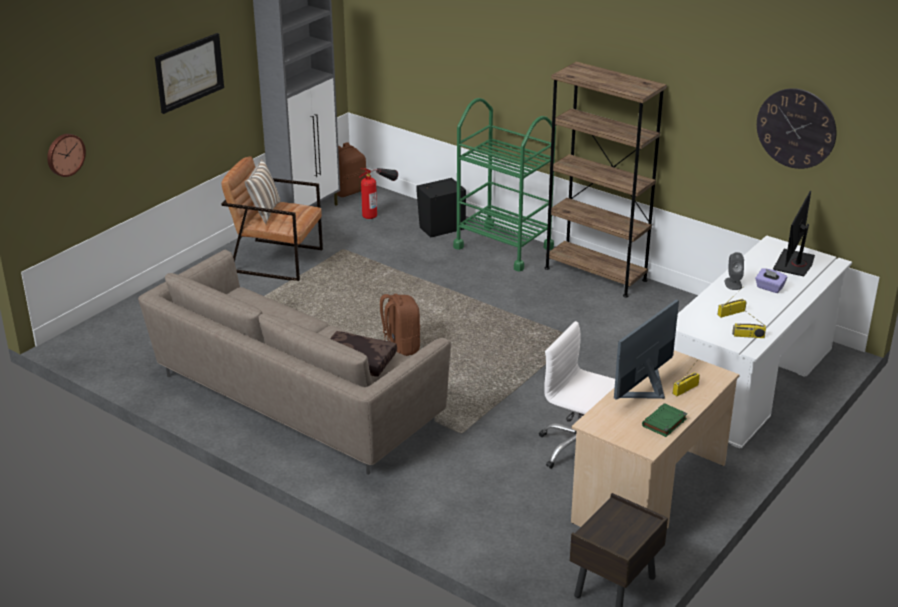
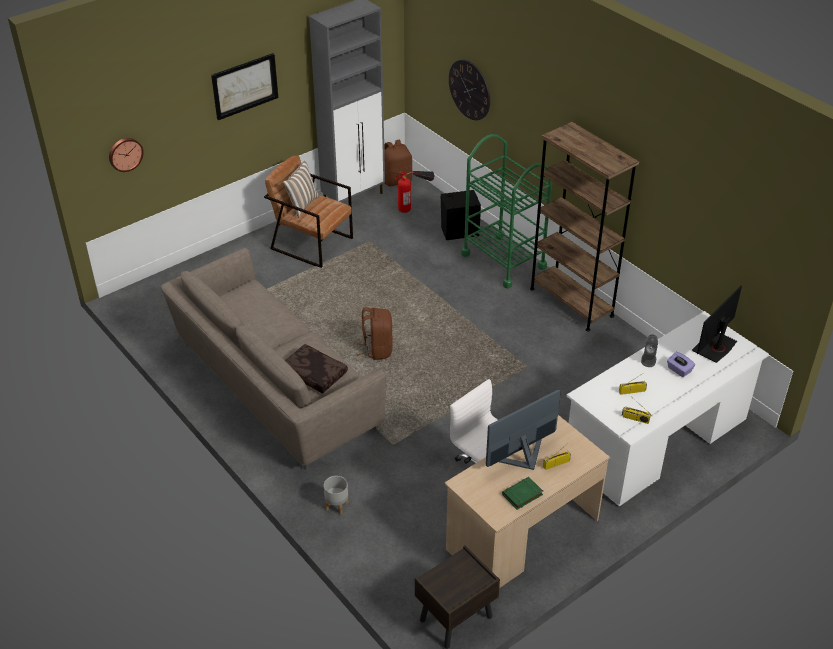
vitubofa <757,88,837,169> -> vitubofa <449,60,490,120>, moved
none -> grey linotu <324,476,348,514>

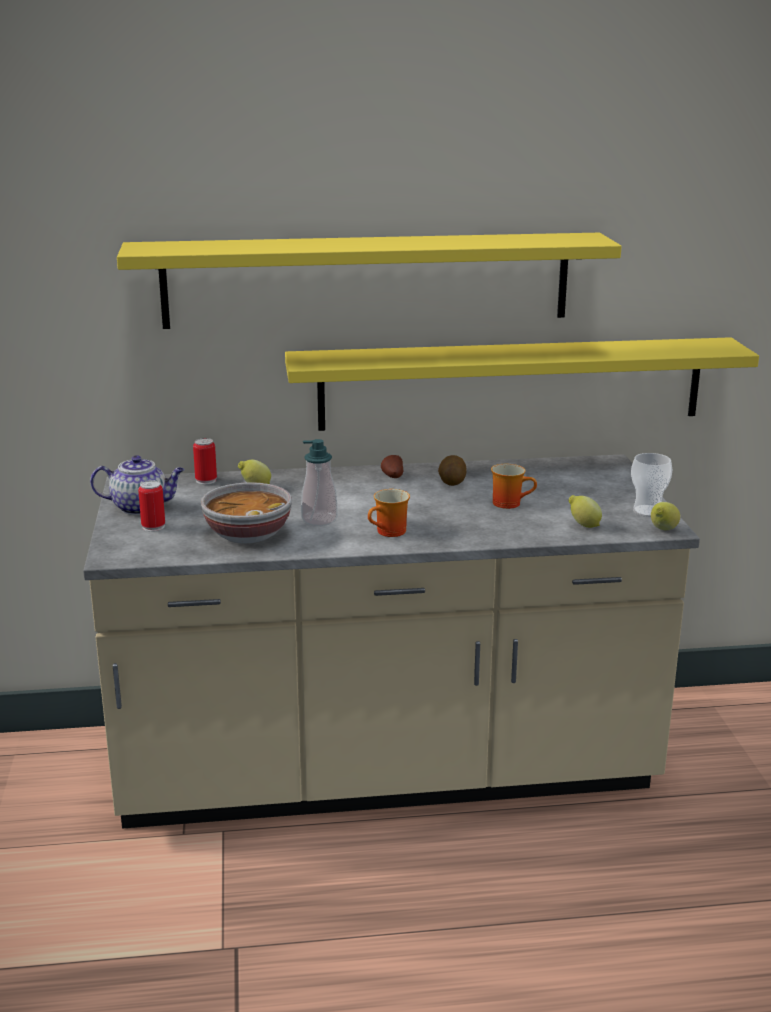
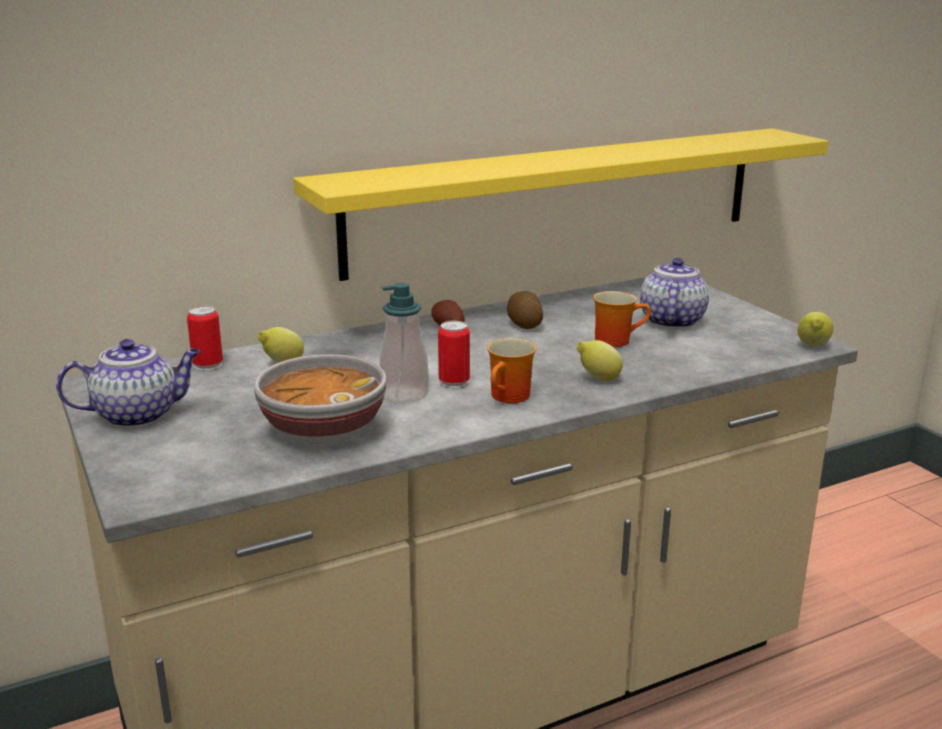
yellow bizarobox <117,233,622,329> -> none
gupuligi <138,481,165,532> -> gupuligi <438,321,470,388>, moved
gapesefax <568,495,602,528> -> gapesefax <577,340,623,381>, moved
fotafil <631,453,672,517> -> none
none -> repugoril <640,258,709,329>

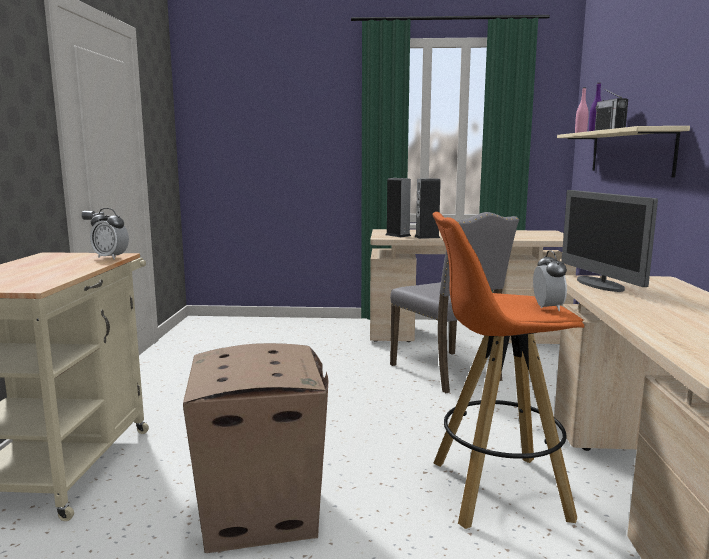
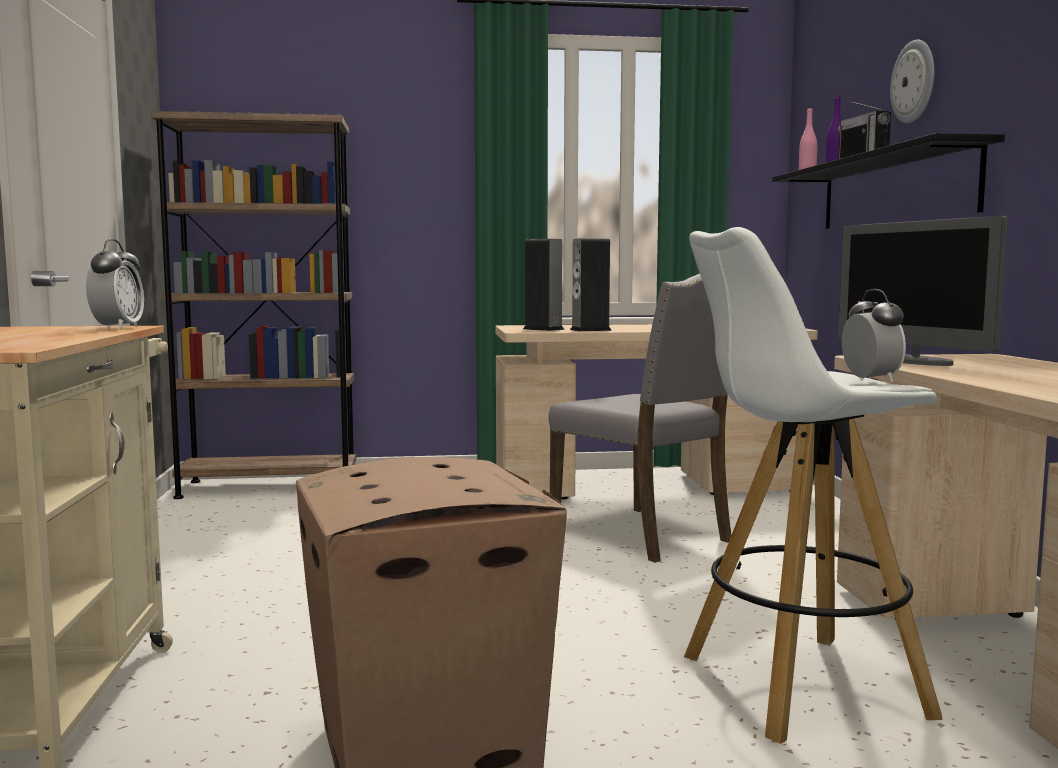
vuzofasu <90,208,129,260> -> vuzofasu <86,239,144,329>, 105 degrees counterclockwise
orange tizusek <433,212,585,529> -> white tizusek <684,227,943,744>
beige bizarobox <557,126,690,178> -> black bizarobox <772,133,1005,229>
none -> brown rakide <151,111,356,499>
none -> vitubofa <890,40,934,124>

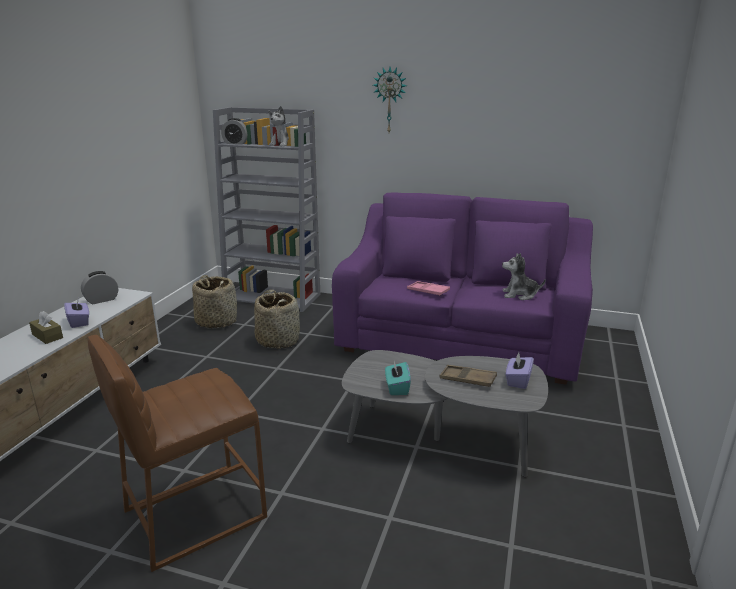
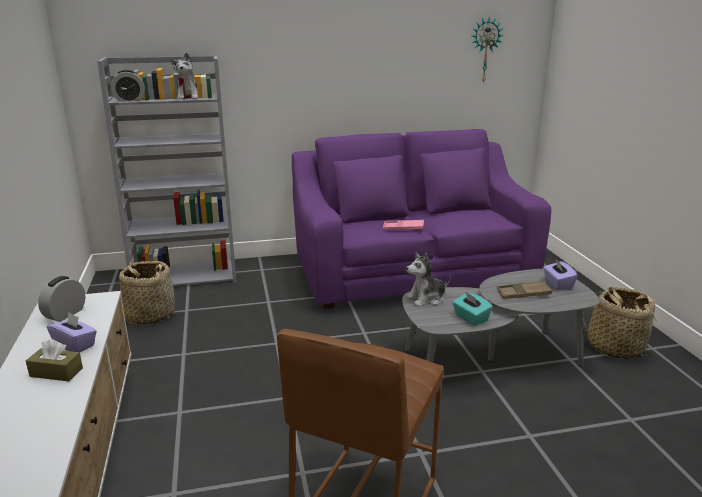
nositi <254,290,300,349> -> nositi <583,287,657,359>, moved
vitubofa <373,67,407,132> -> vitubofa <472,17,504,84>, moved
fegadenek <502,253,546,300> -> fegadenek <405,252,451,307>, moved

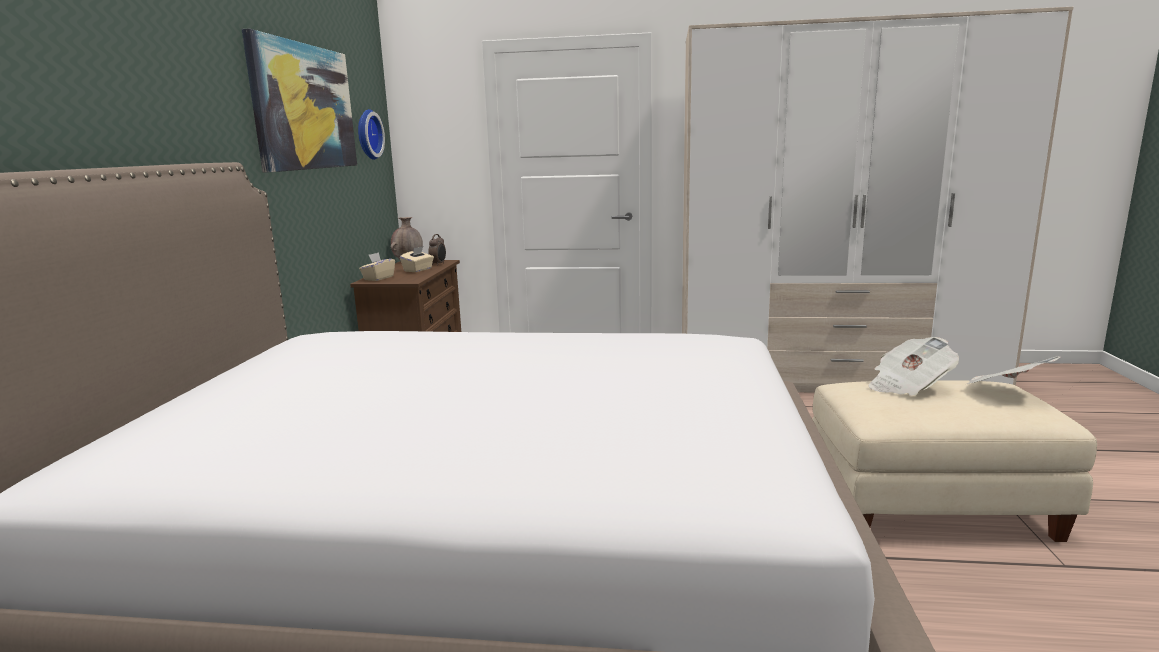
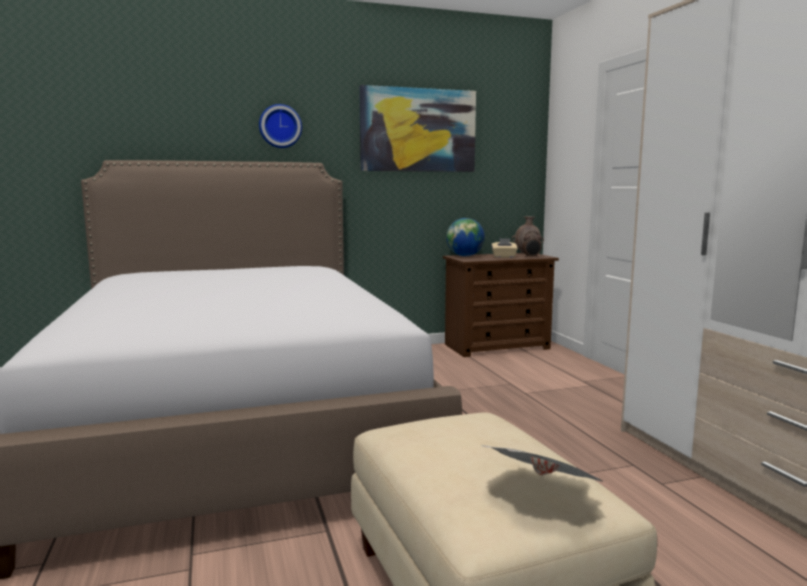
vitubofa <358,109,385,160> -> vitubofa <259,104,302,148>, moved
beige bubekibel <359,252,395,281> -> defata <446,218,485,256>
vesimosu <868,337,959,396> -> none

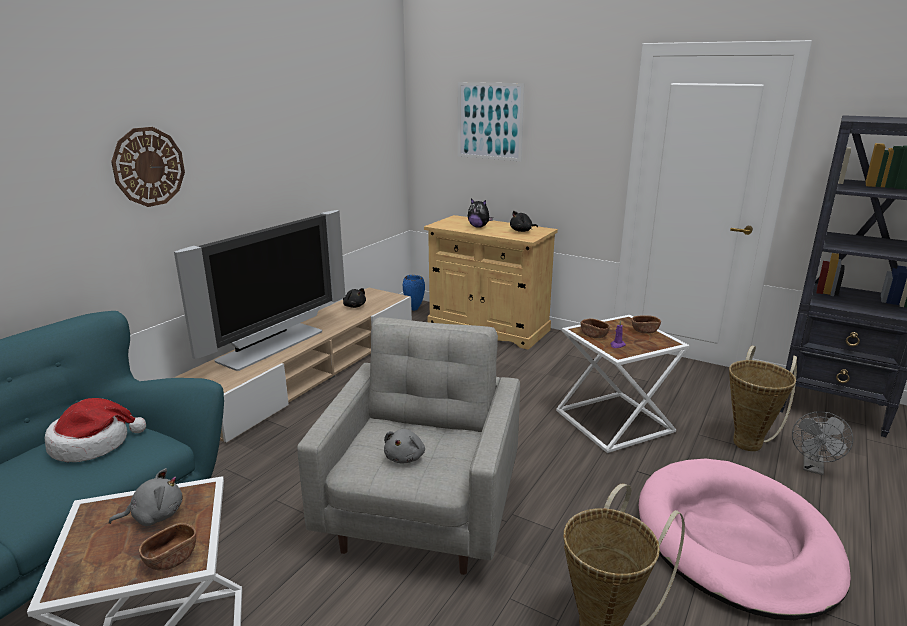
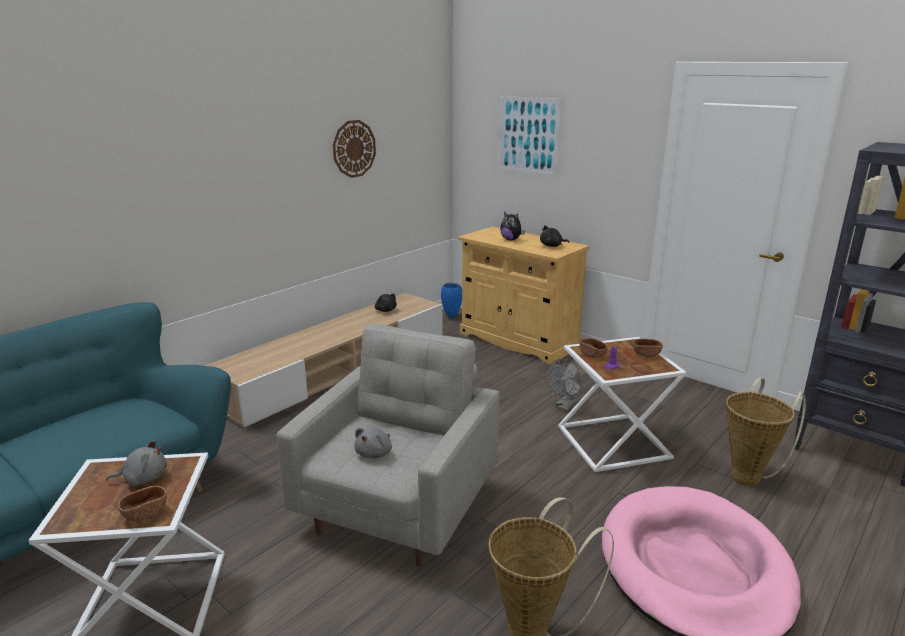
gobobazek <45,398,146,462> -> none
vitubofa <111,127,185,207> -> vitubofa <333,120,376,178>, moved
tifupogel <174,210,345,371> -> none
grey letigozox <792,412,853,475> -> grey letigozox <545,359,584,411>, moved

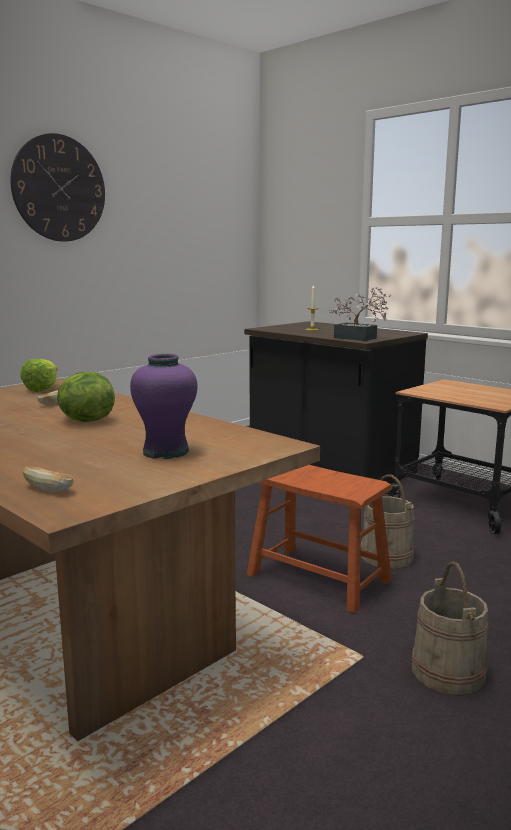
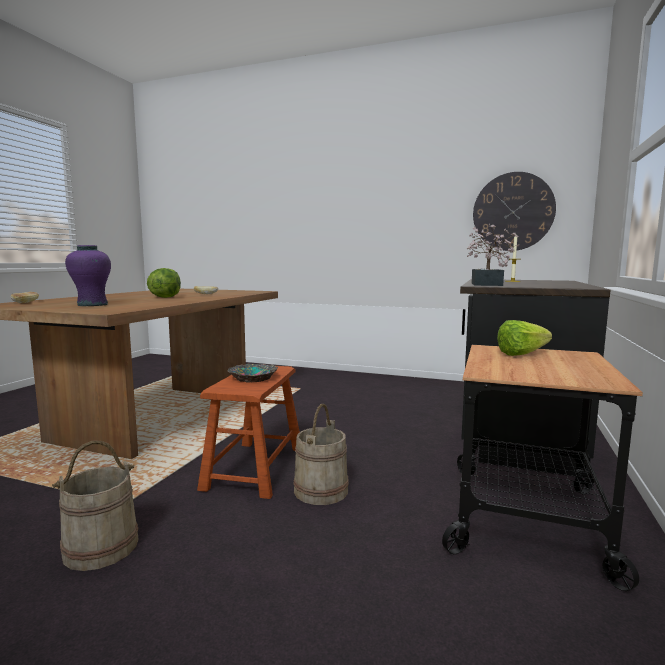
vitubofa <11,133,105,242> -> vitubofa <473,172,556,251>, moved
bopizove <20,359,57,392> -> bopizove <497,320,552,356>, moved
none -> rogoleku <227,364,278,383>

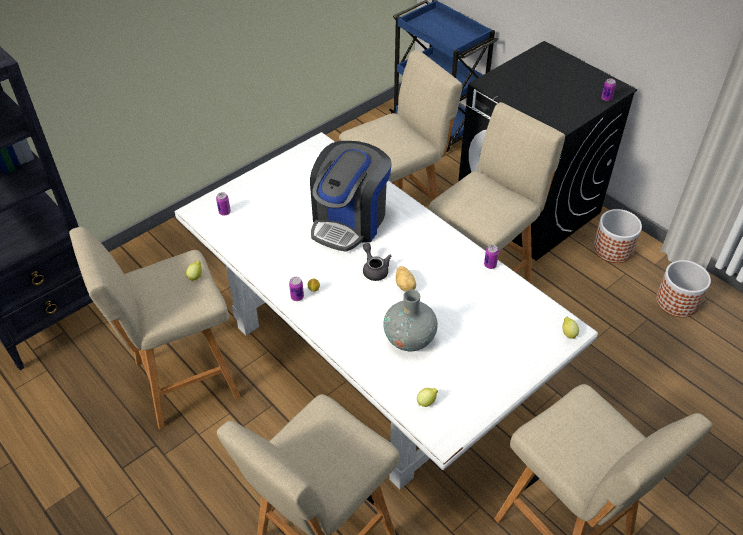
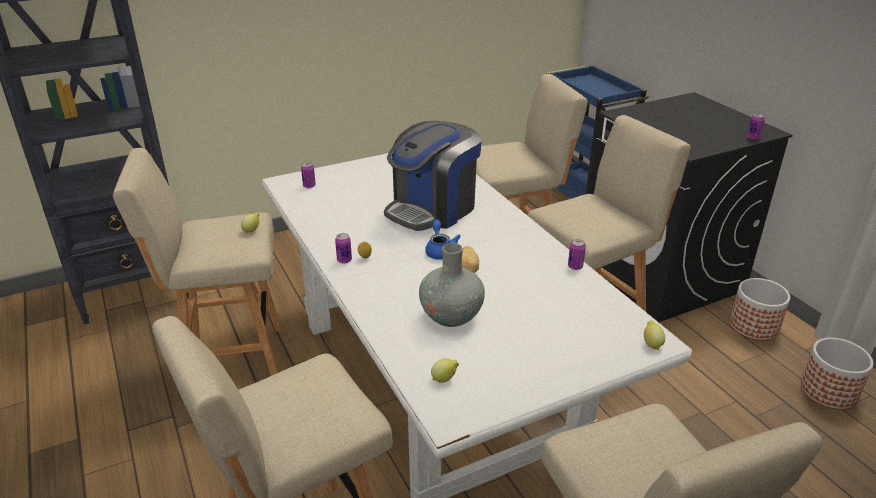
grey repugoril <363,243,391,281> -> blue repugoril <425,220,461,260>

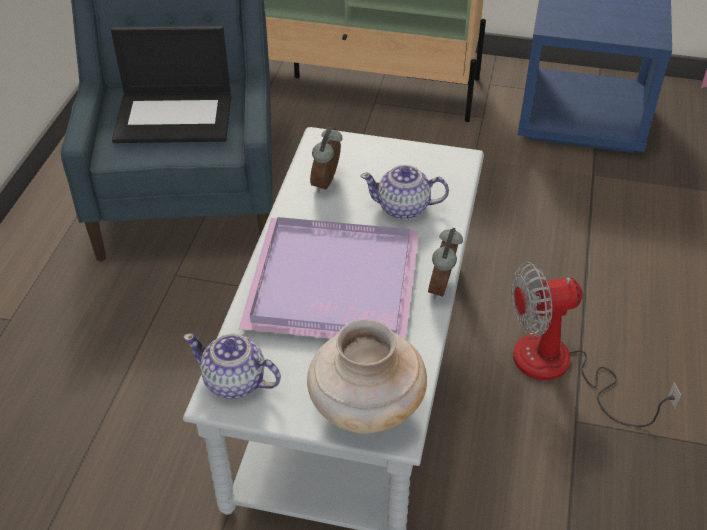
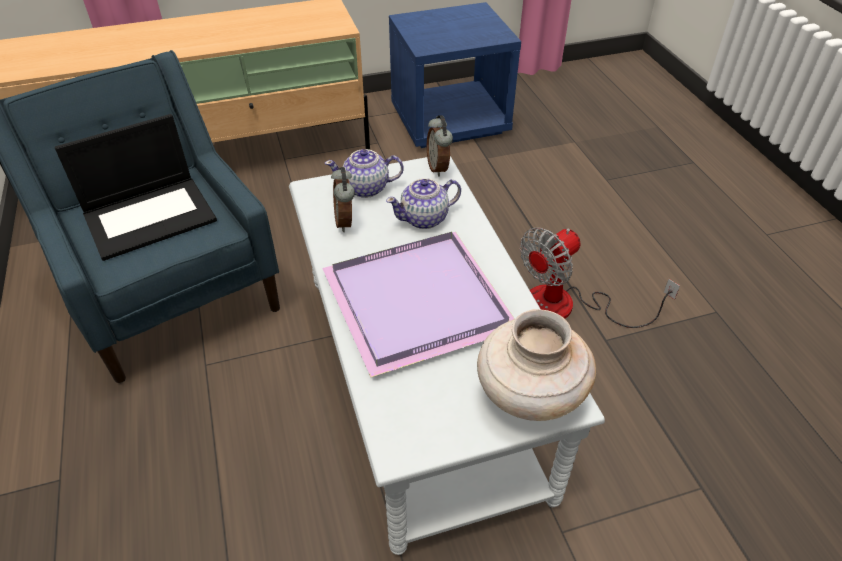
repugoril <183,333,281,398> -> repugoril <325,149,404,198>, moved
vuzofasu <428,228,463,300> -> vuzofasu <427,115,453,177>, moved

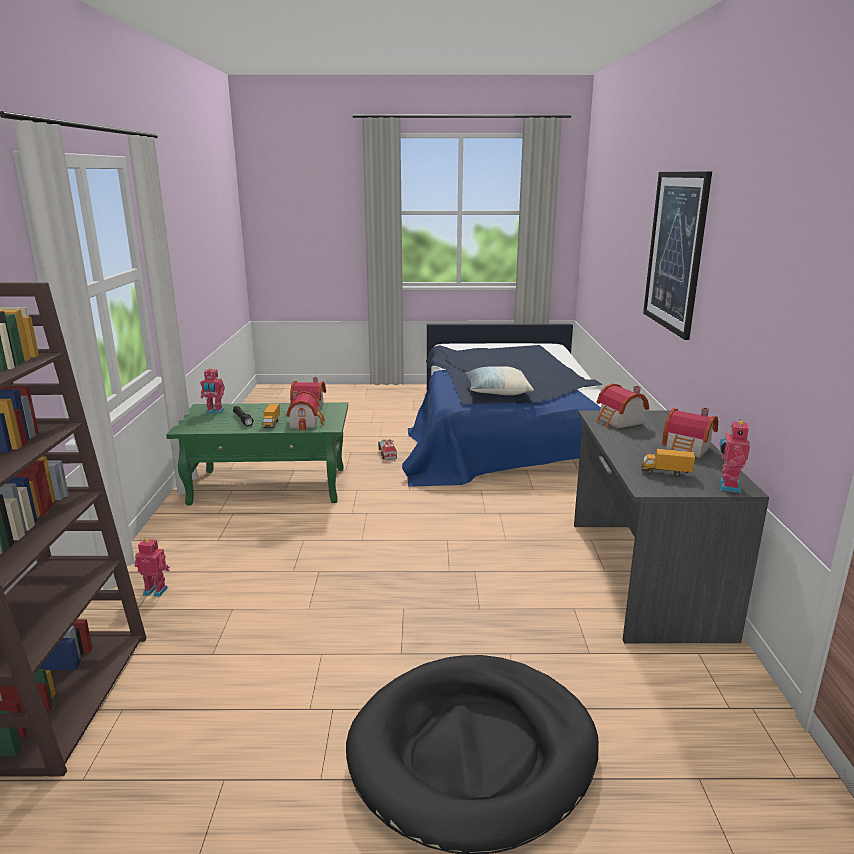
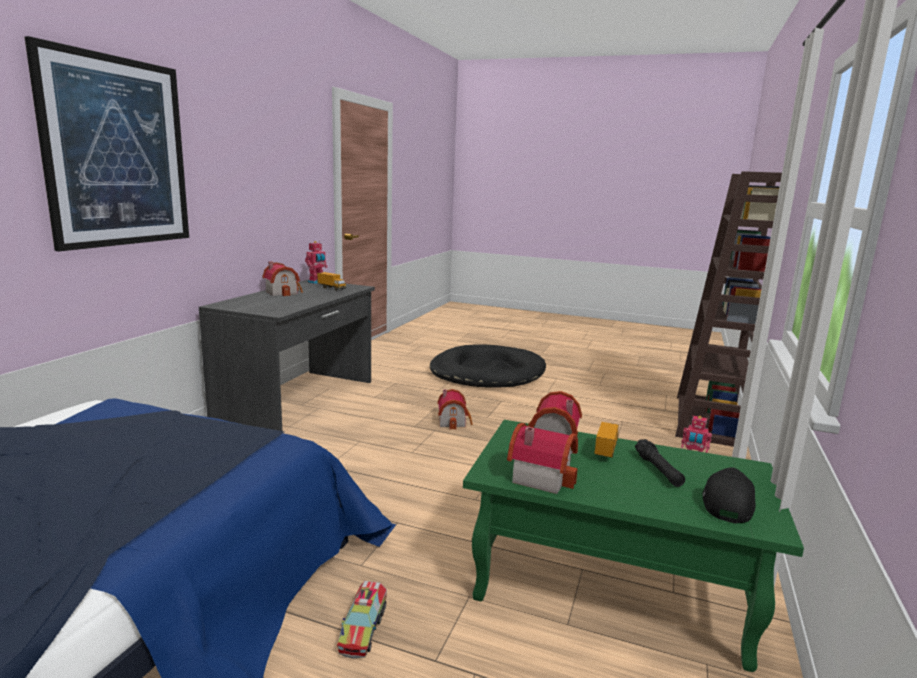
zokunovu <200,368,225,414> -> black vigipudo <703,468,756,524>
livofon <465,366,534,395> -> none
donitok <596,383,649,428> -> donitok <437,389,473,430>, moved

